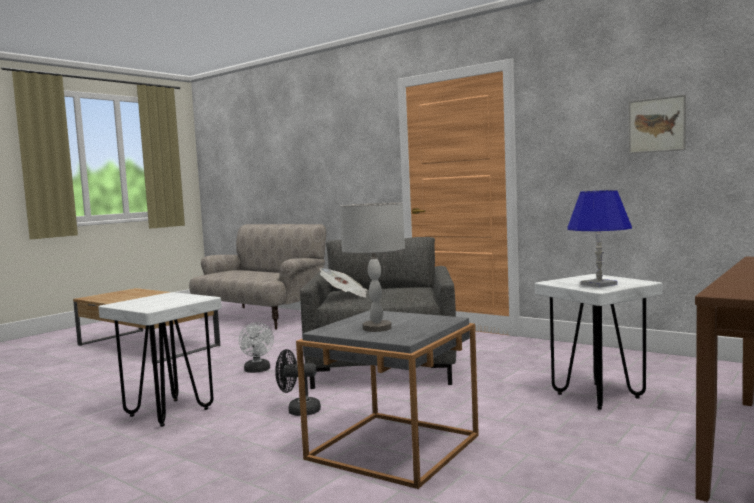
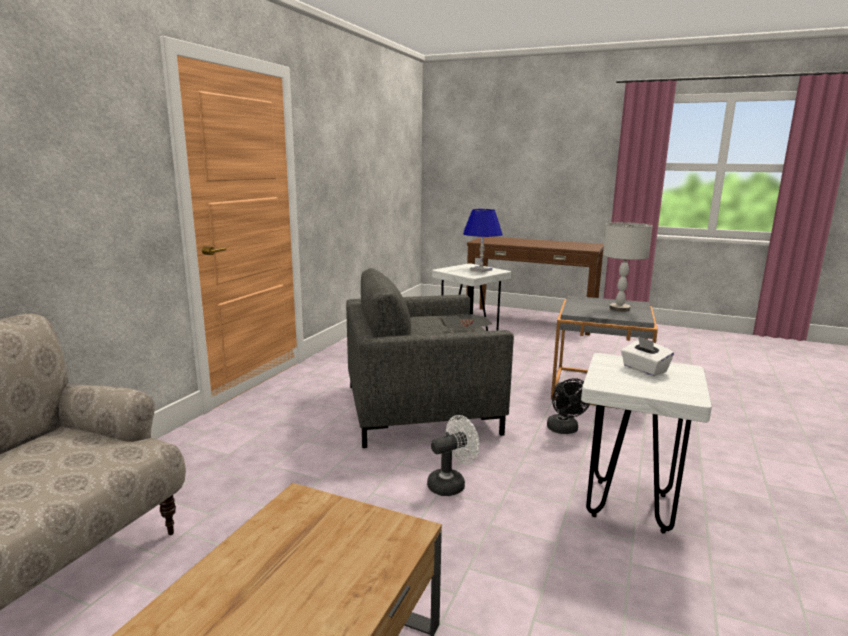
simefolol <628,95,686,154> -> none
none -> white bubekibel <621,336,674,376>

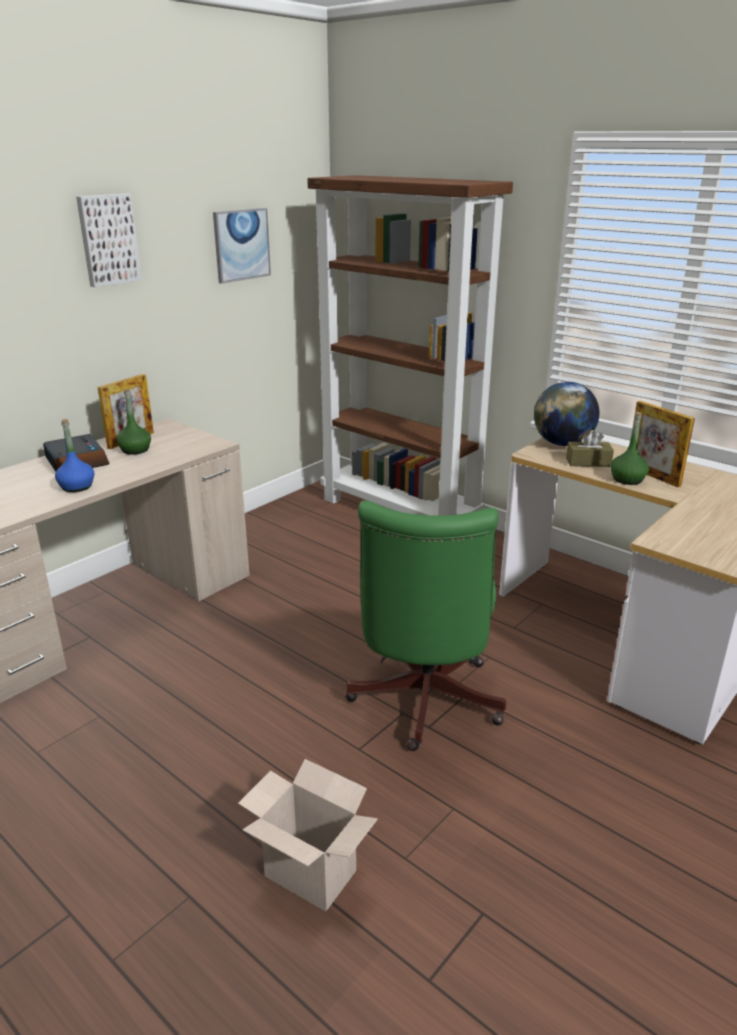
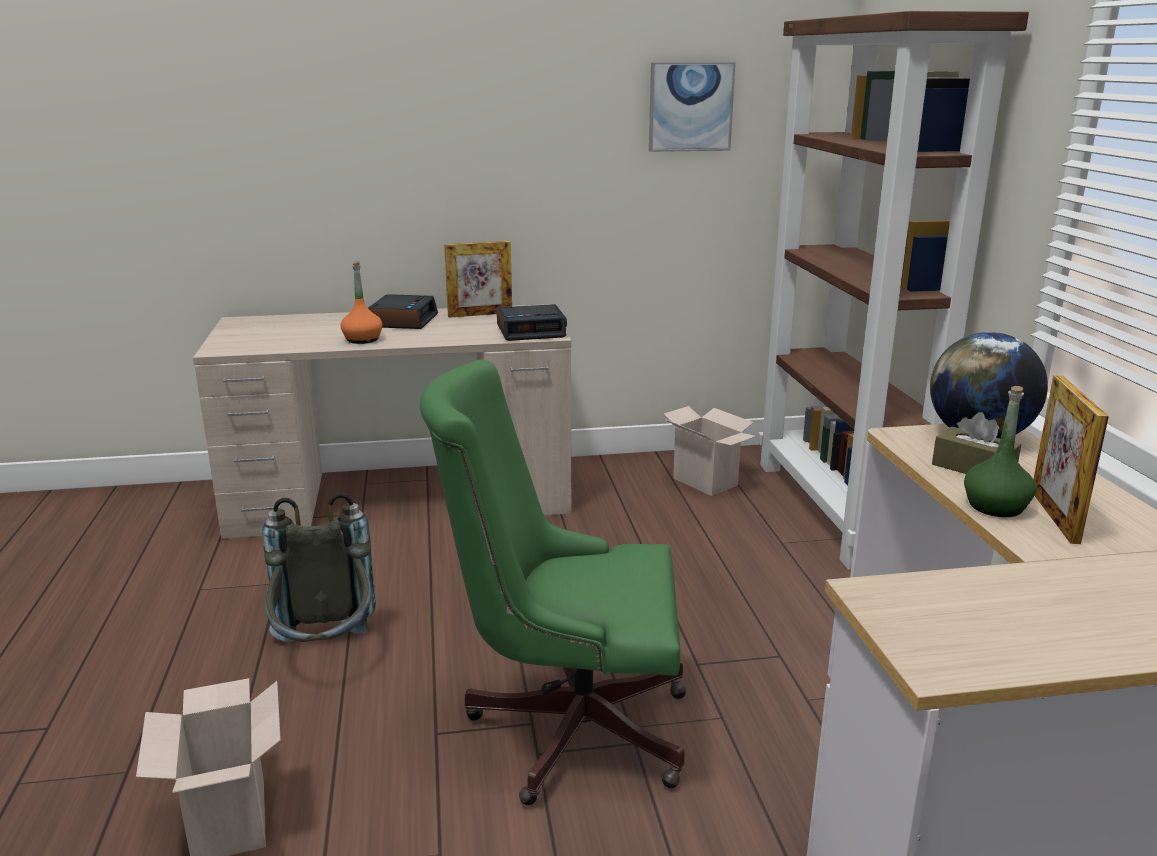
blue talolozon <55,419,94,492> -> orange talolozon <341,261,382,344>
simefolol <76,194,142,287> -> none
green talolozon <117,389,151,455> -> none
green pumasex <345,500,506,751> -> green pumasex <420,360,687,806>, 45 degrees clockwise
none -> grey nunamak <262,493,376,642>
none -> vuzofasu <497,304,567,341>
none -> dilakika <664,406,757,496>

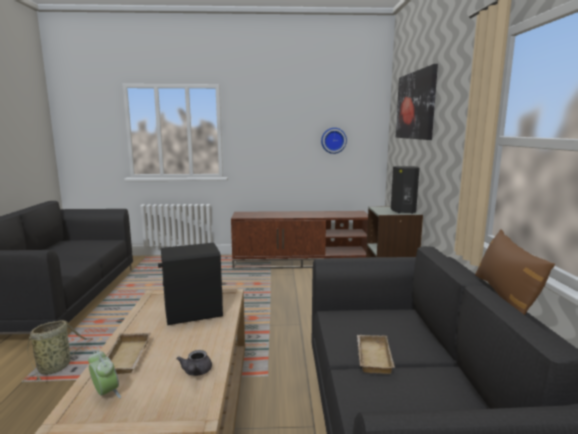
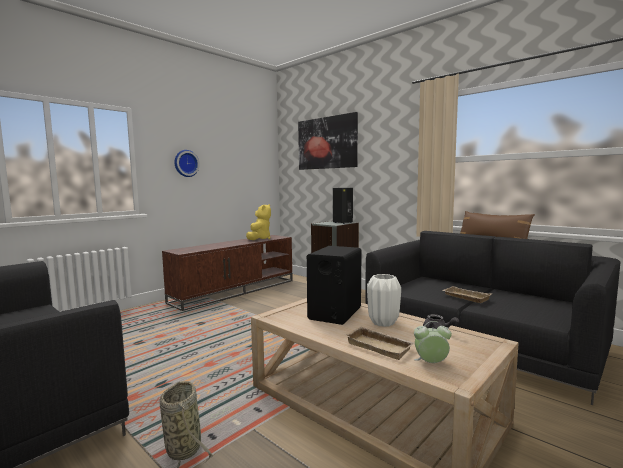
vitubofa <321,128,347,154> -> vitubofa <175,150,200,177>, moved
none -> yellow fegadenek <246,204,271,240>
none -> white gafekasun <367,274,401,327>

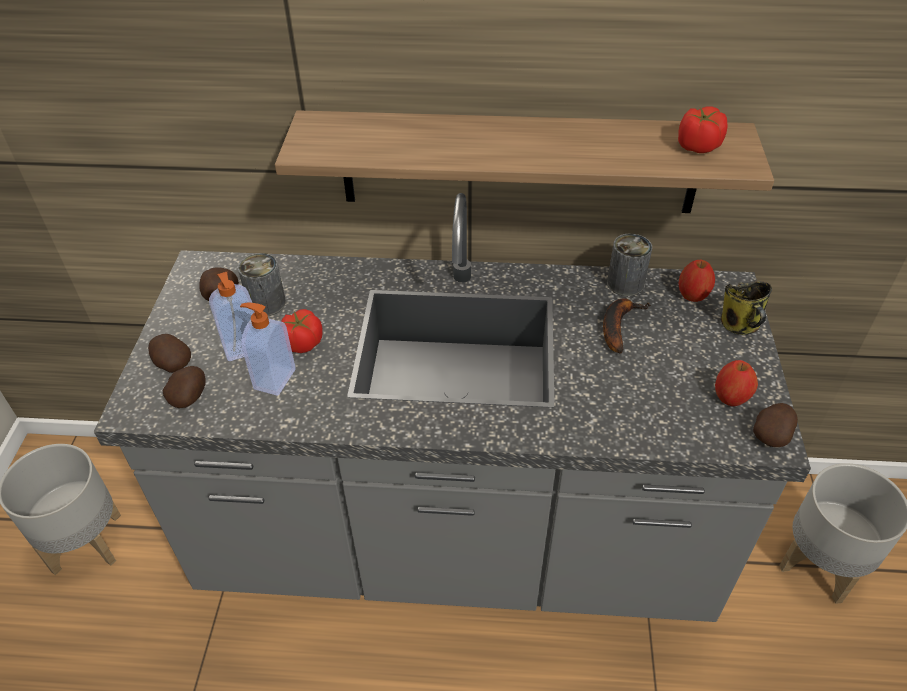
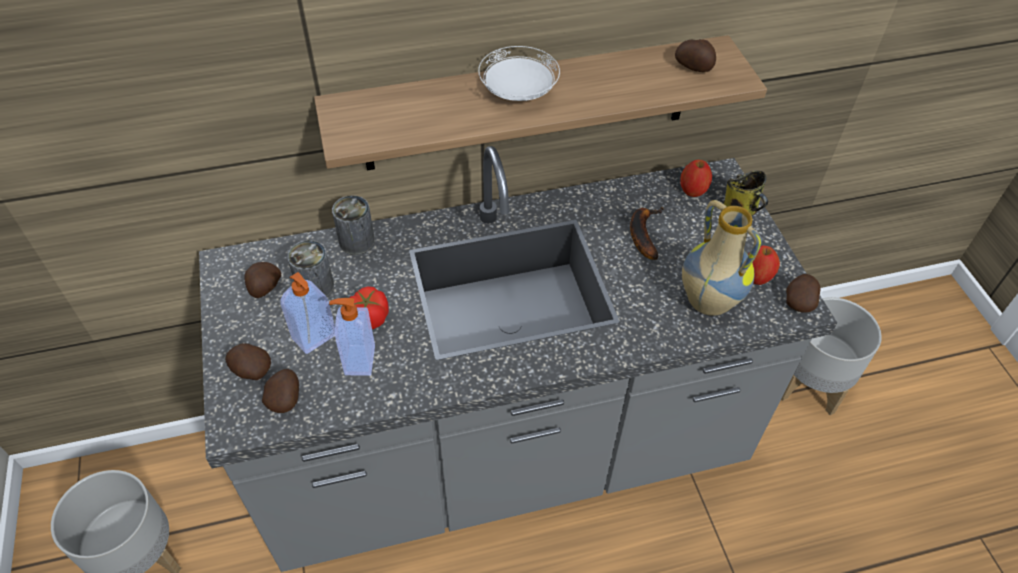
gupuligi <607,233,652,296> -> gupuligi <332,195,375,255>, moved
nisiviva <678,106,727,153> -> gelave <675,39,716,72>
none -> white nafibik <478,46,560,101>
none -> gafekasun <682,200,762,316>

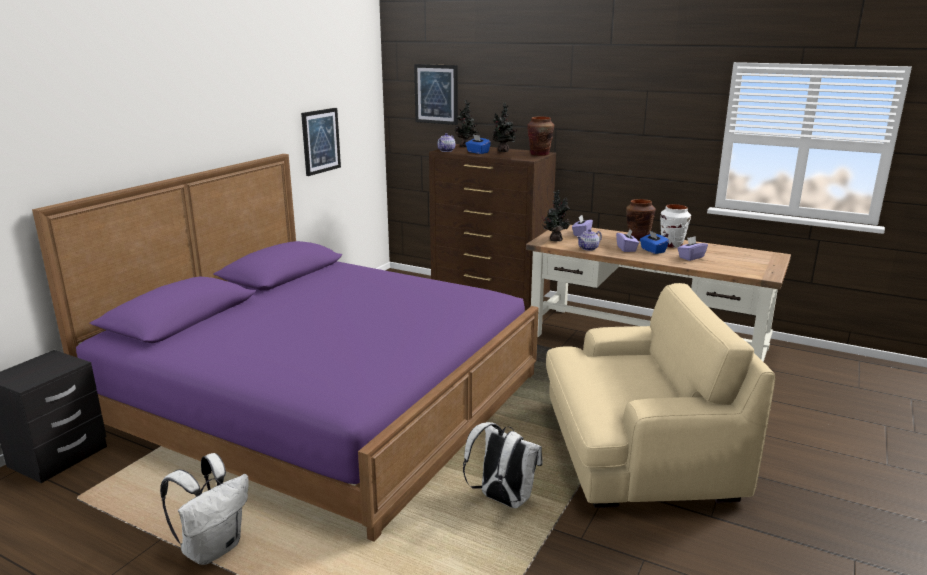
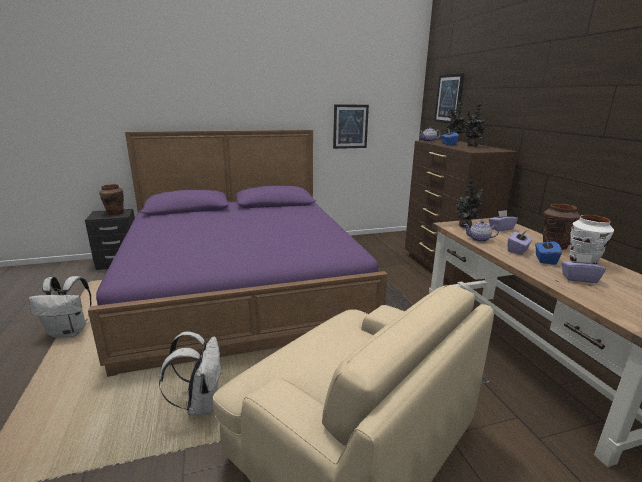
brown gafekasun <527,116,555,156> -> brown gafekasun <99,184,124,215>, moved

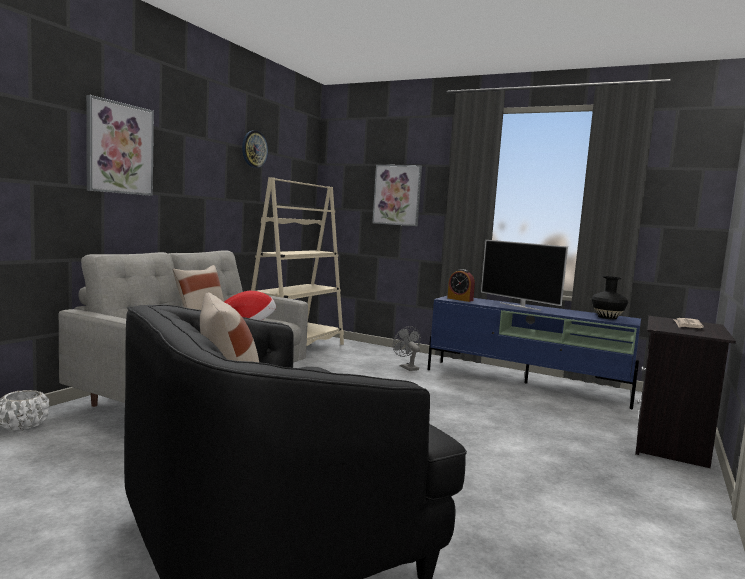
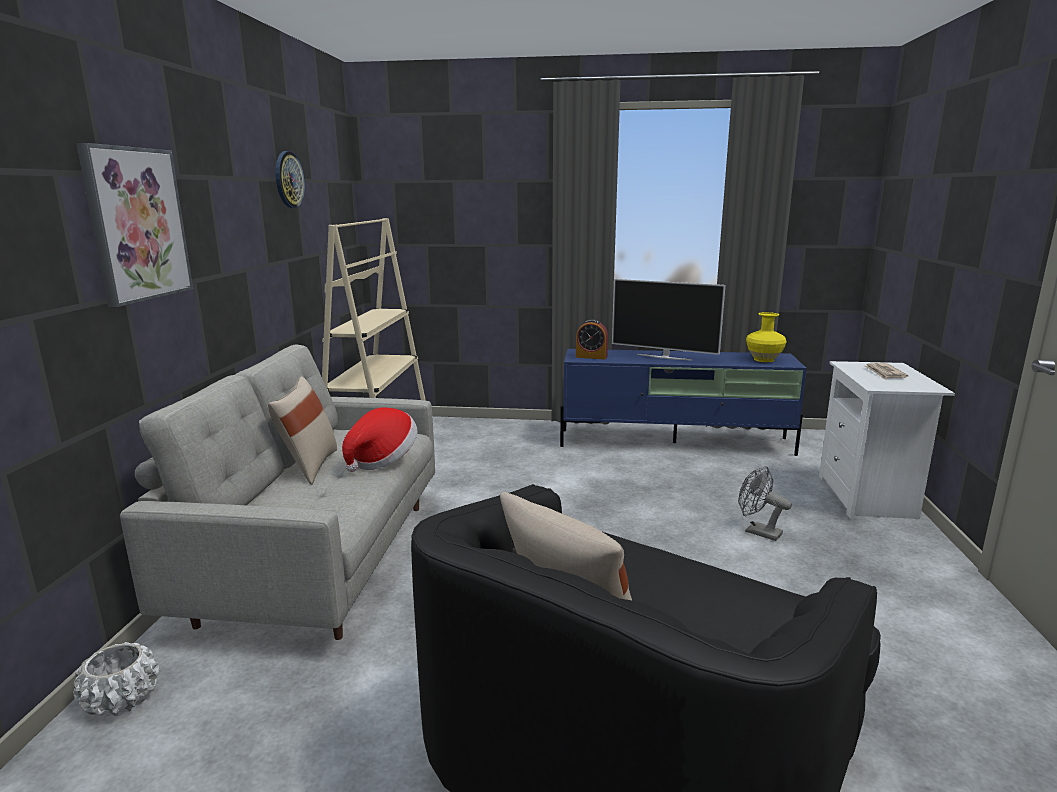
simefolol <372,165,422,226> -> none
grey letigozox <393,326,421,371> -> grey letigozox <738,466,792,541>, moved
black gafekasun <591,276,628,319> -> yellow gafekasun <746,312,786,362>
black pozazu <635,316,736,468> -> white pozazu <819,361,955,519>

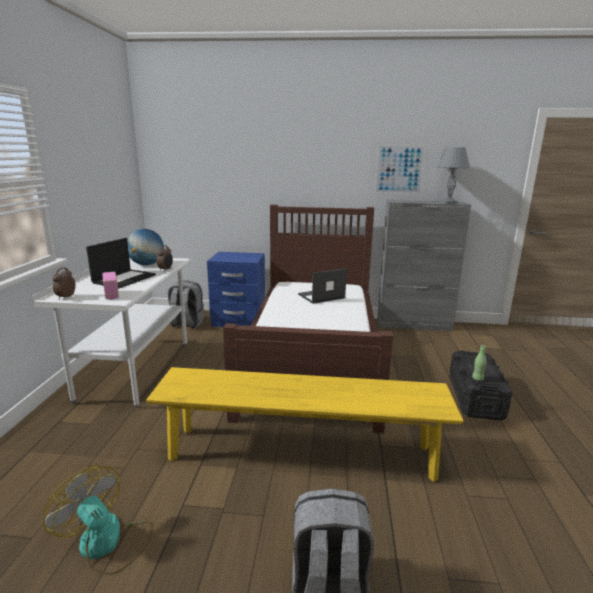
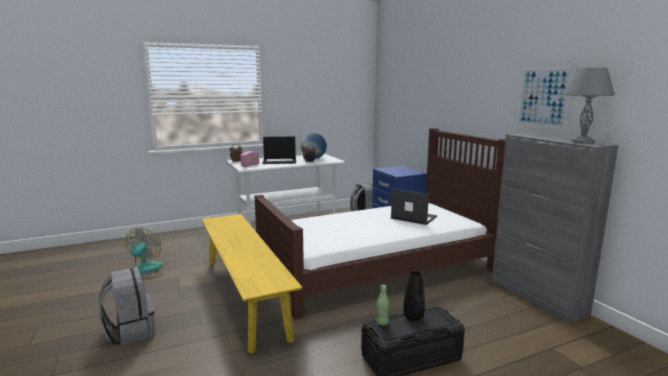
none -> black gafekasun <403,271,425,321>

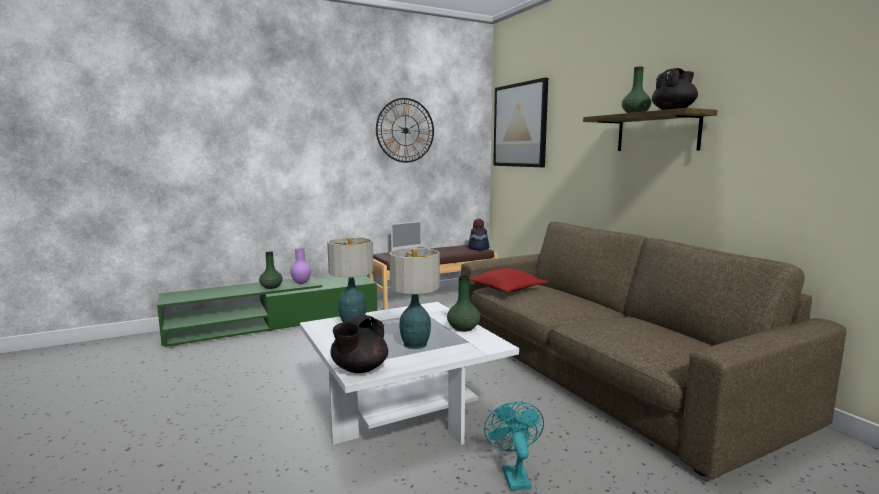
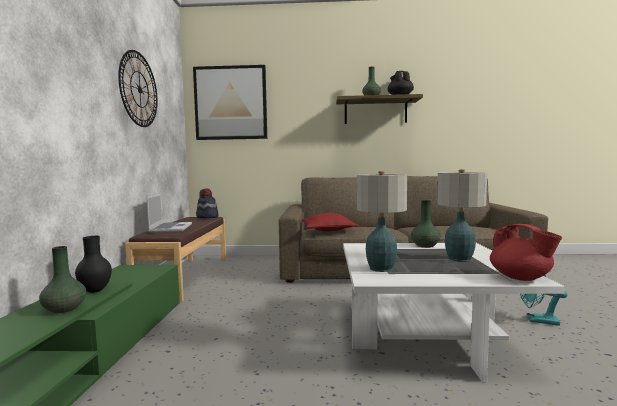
purple gafekasun <290,248,311,284> -> black gafekasun <75,236,112,293>
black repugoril <330,314,388,373> -> red repugoril <490,224,562,281>

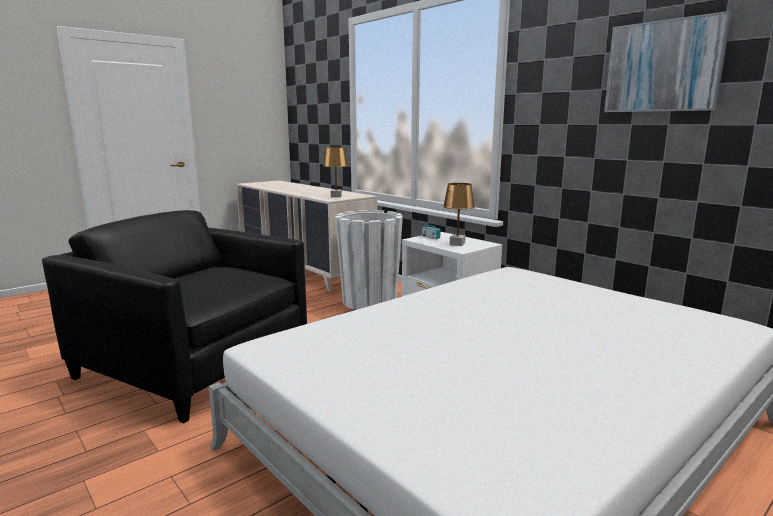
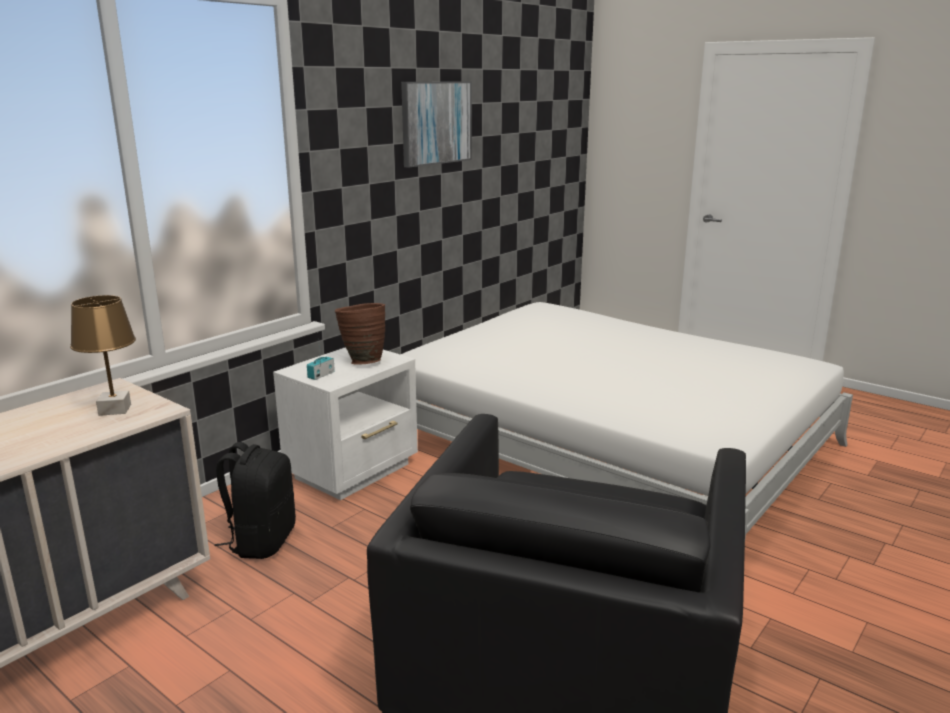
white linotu <335,210,403,310> -> black nunamak <214,442,296,559>
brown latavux <443,183,475,246> -> brown gafekasun <335,303,385,365>

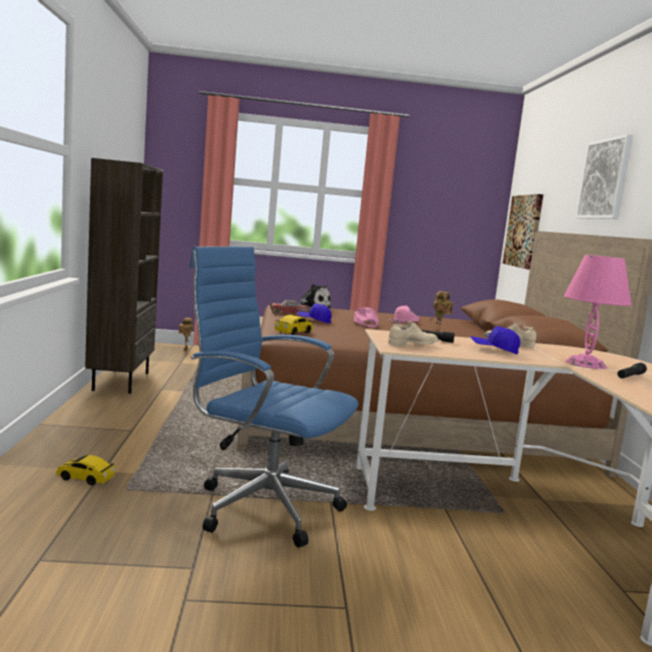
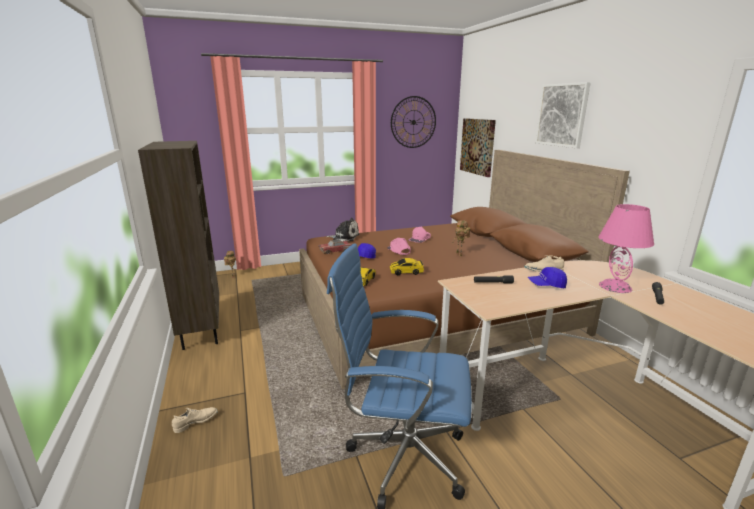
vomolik <56,455,115,485> -> vomolik <390,258,424,275>, moved
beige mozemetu <388,320,439,346> -> beige mozemetu <172,407,218,433>, moved
none -> vitubofa <391,96,436,148>

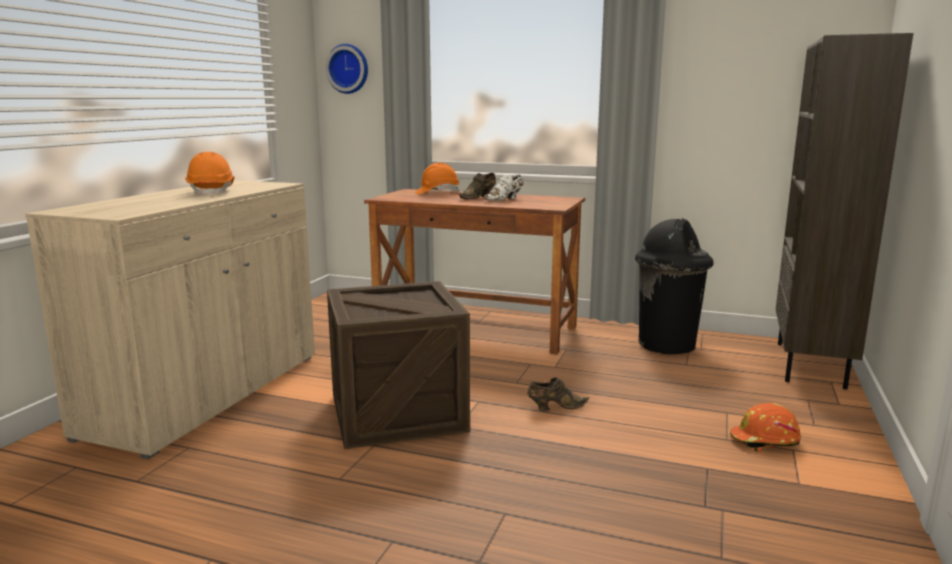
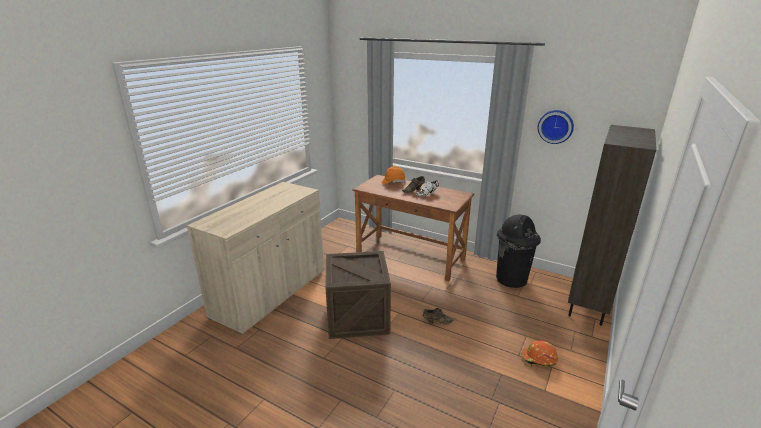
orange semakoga <185,152,234,197> -> none
vitubofa <325,44,368,94> -> vitubofa <538,110,574,144>, moved

